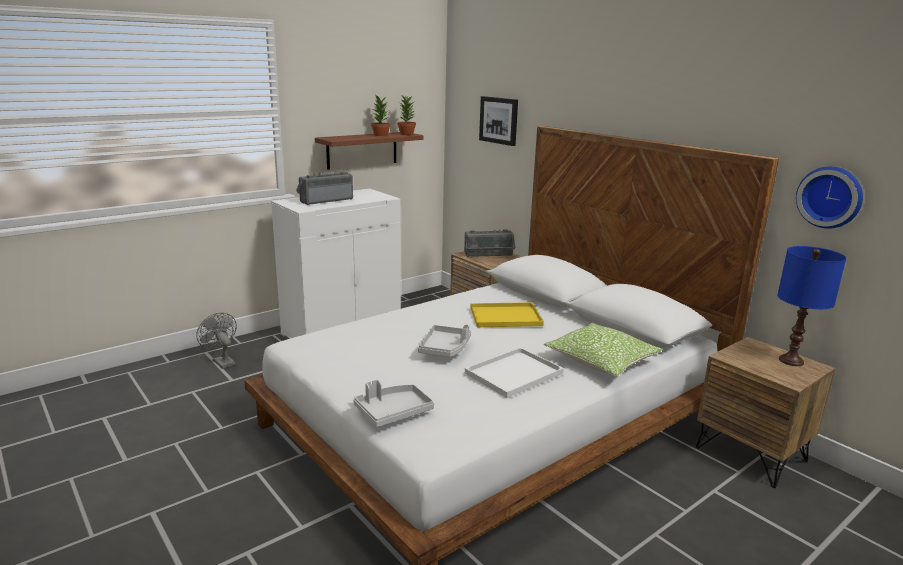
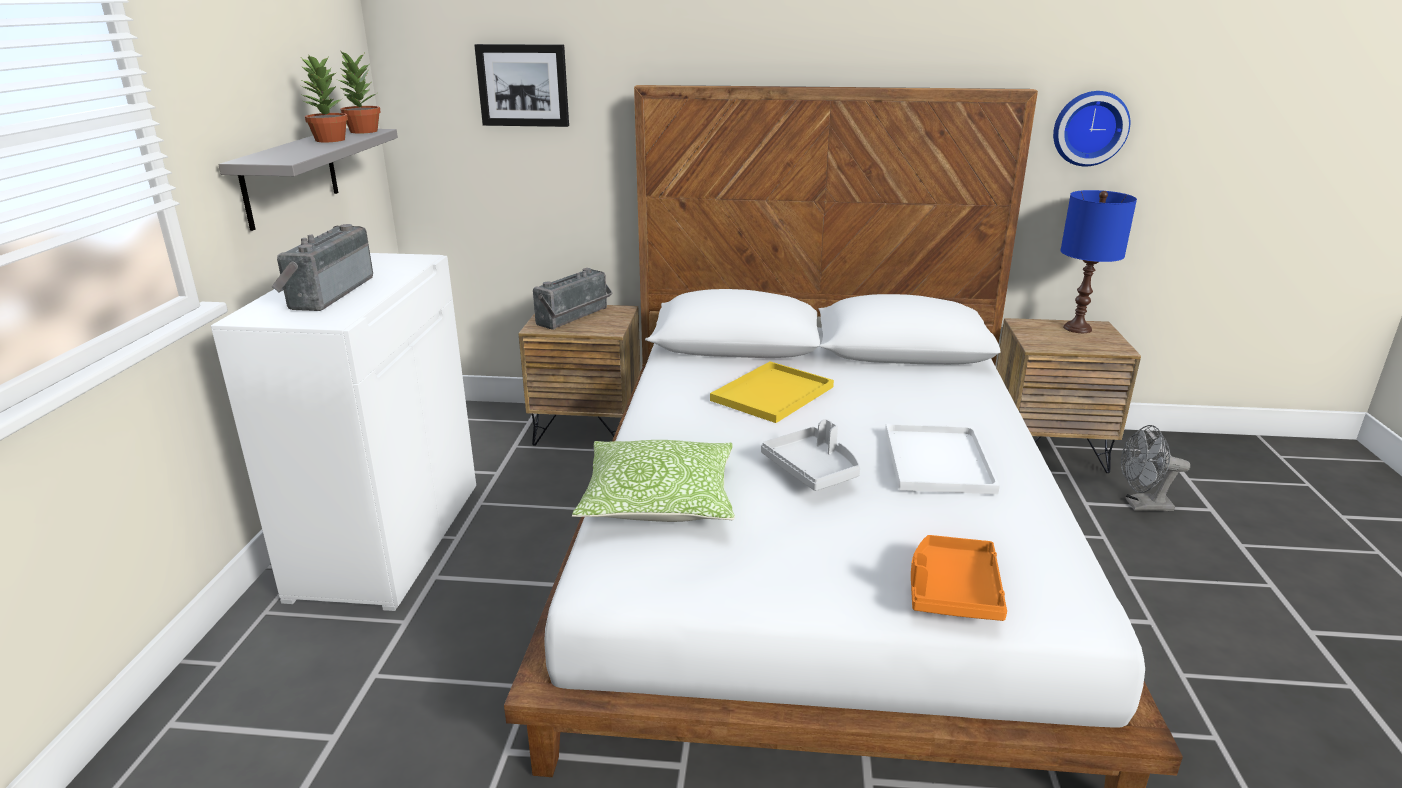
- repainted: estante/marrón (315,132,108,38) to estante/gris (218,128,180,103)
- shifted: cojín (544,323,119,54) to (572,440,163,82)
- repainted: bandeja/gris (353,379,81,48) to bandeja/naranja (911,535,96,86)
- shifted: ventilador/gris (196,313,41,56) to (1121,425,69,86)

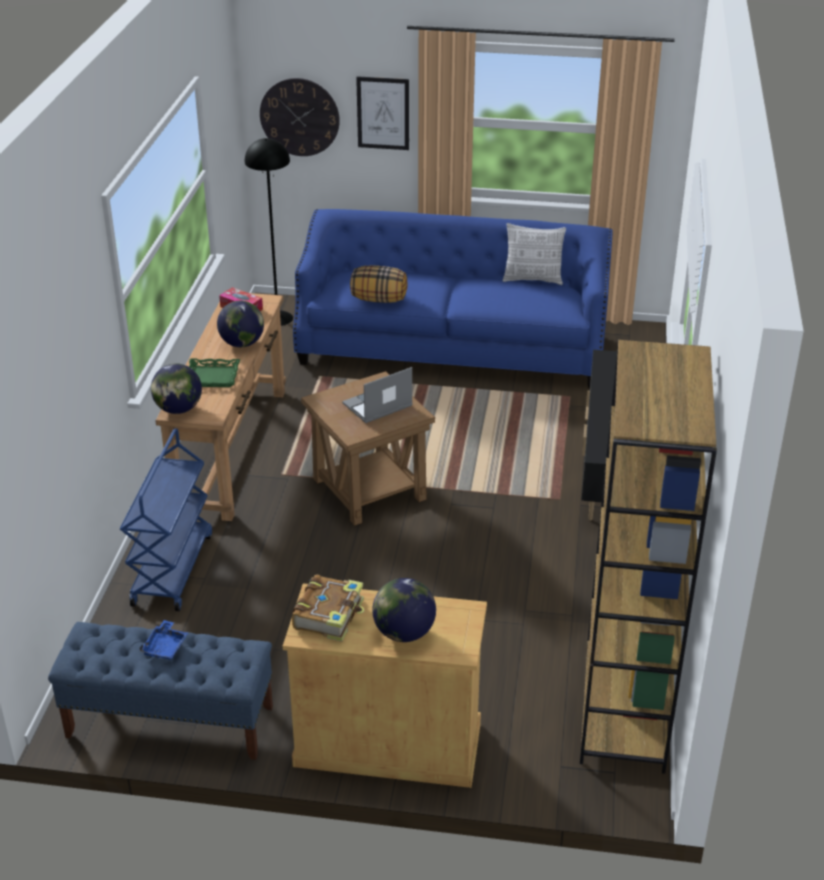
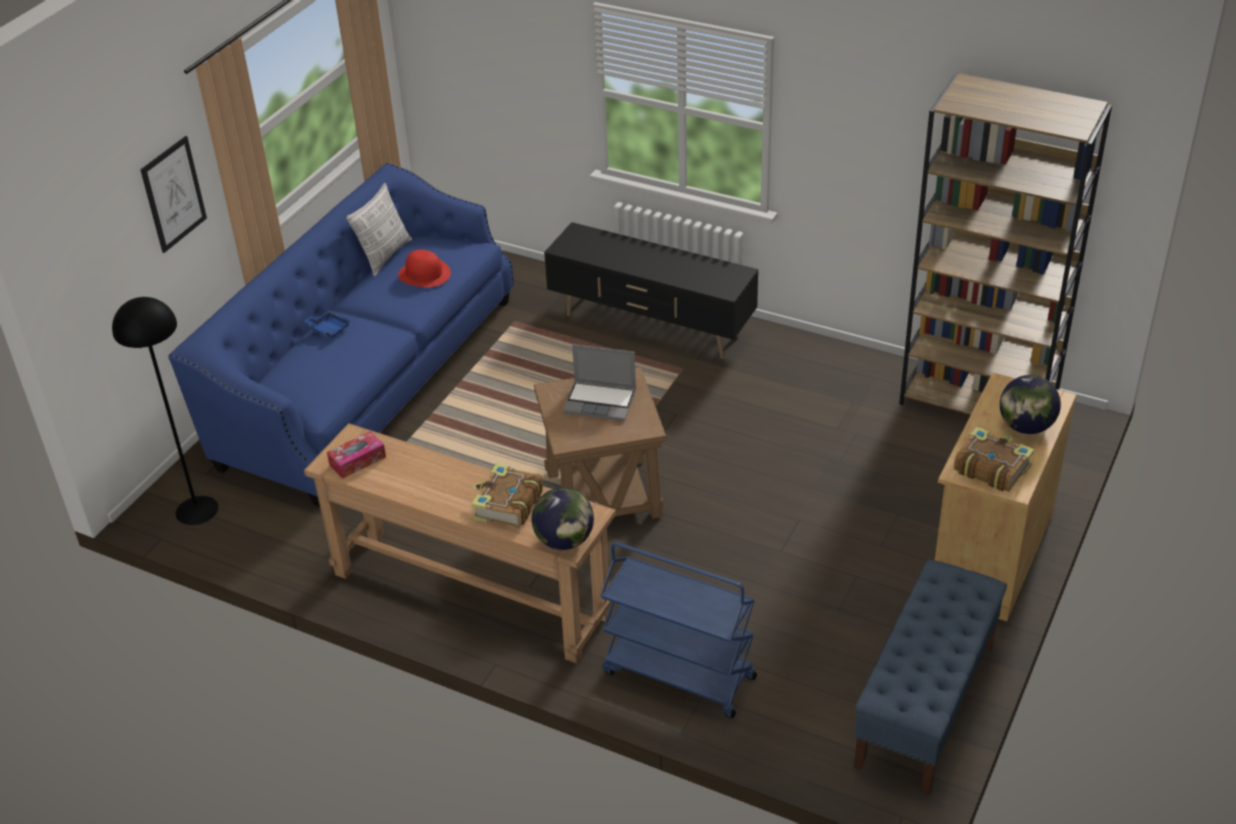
- shifted: bandeja/azul (139,620,49,40) to (304,310,47,28)
- new: sombrero/rojo (398,250,53,37)
- swapped: bandeja/verde (189,358,51,29) to libro (471,463,72,65)
- rotated: portátil (342,367,71,56) = (563,344,73,77) 60 degrees counterclockwise
- gone: globo terráqueo (217,301,47,46)
- gone: reloj de pared (260,78,80,78)
- gone: cojín (350,265,58,38)

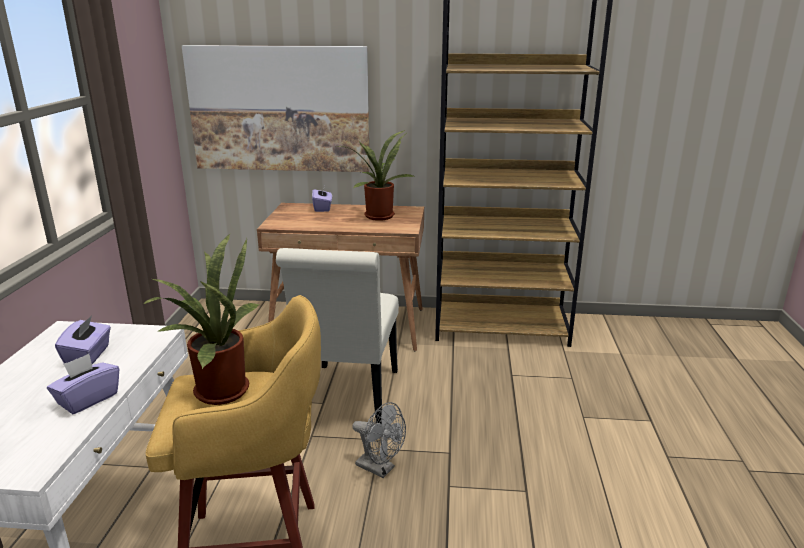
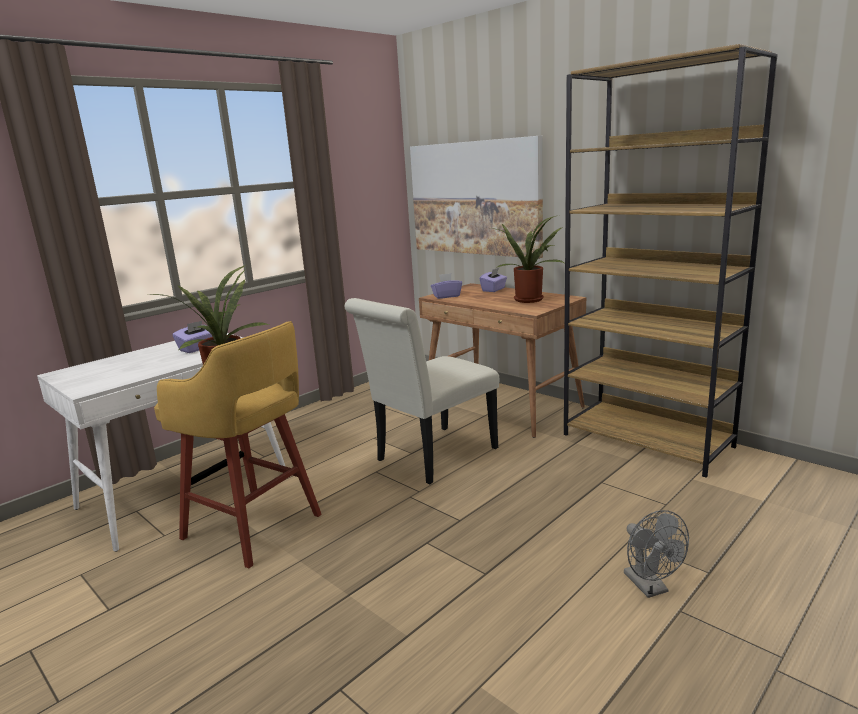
- shifted: caja de pañuelos/morado (47,354,72,60) to (431,273,31,26)
- shifted: ventilador/gris (352,402,54,76) to (624,510,65,88)

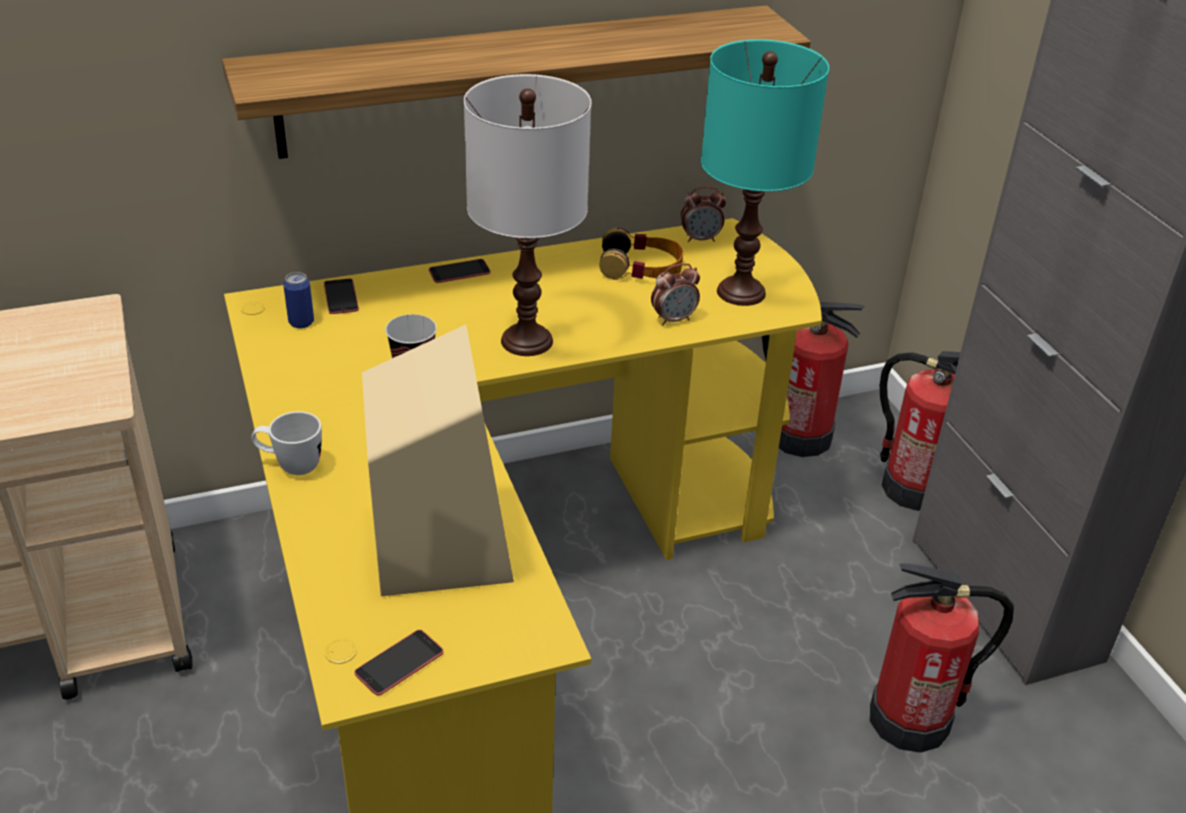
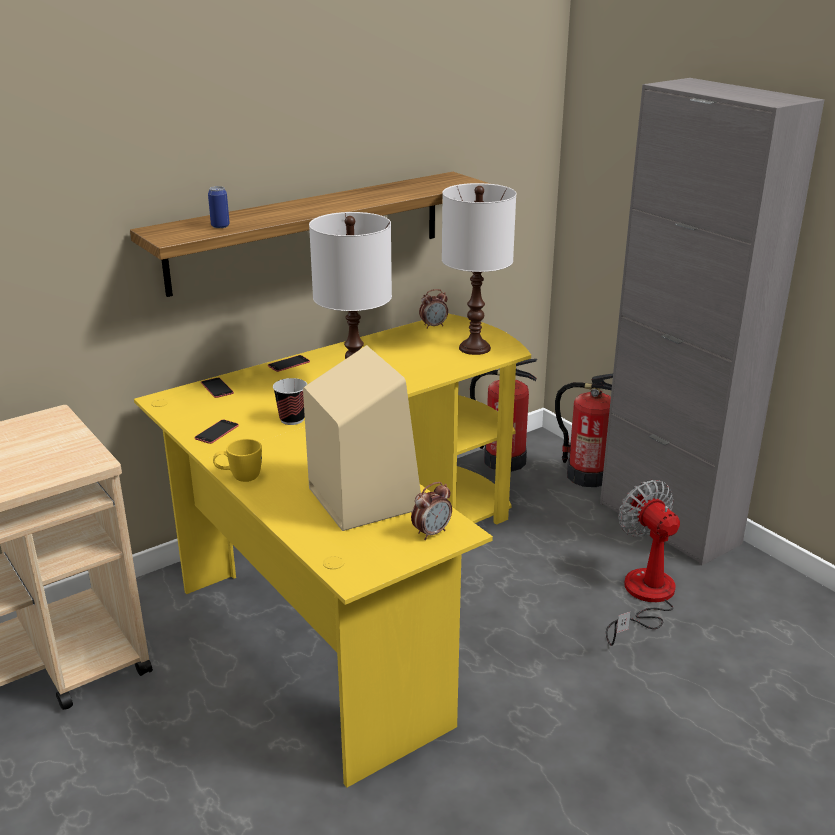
- shifted: móvil (354,630,90,65) to (194,420,45,24)
- shifted: lata (283,272,31,56) to (208,186,22,42)
- repainted: taza grande/blanco (251,411,71,64) to taza grande/amarillo (213,439,49,43)
- shifted: despertador (651,263,49,63) to (411,482,41,58)
- repainted: lámpara de mesa/turquesa (701,39,128,267) to lámpara de mesa/blanco (442,183,74,172)
- swapped: extintor (870,563,144,190) to ventilador (606,480,74,166)
- gone: auriculares (599,228,85,52)

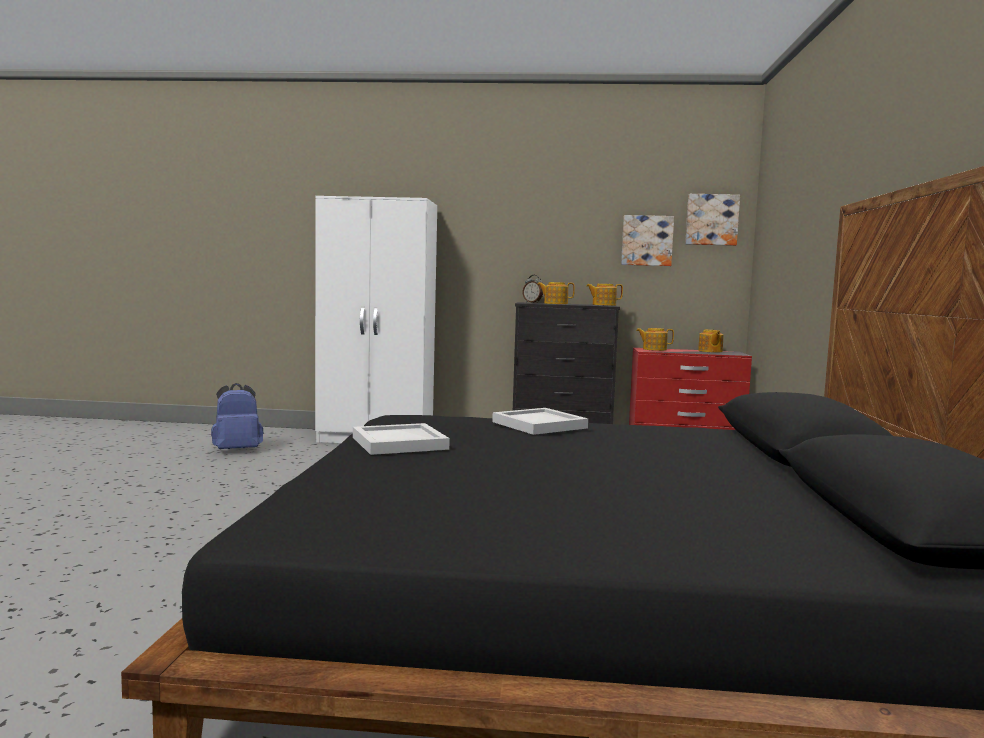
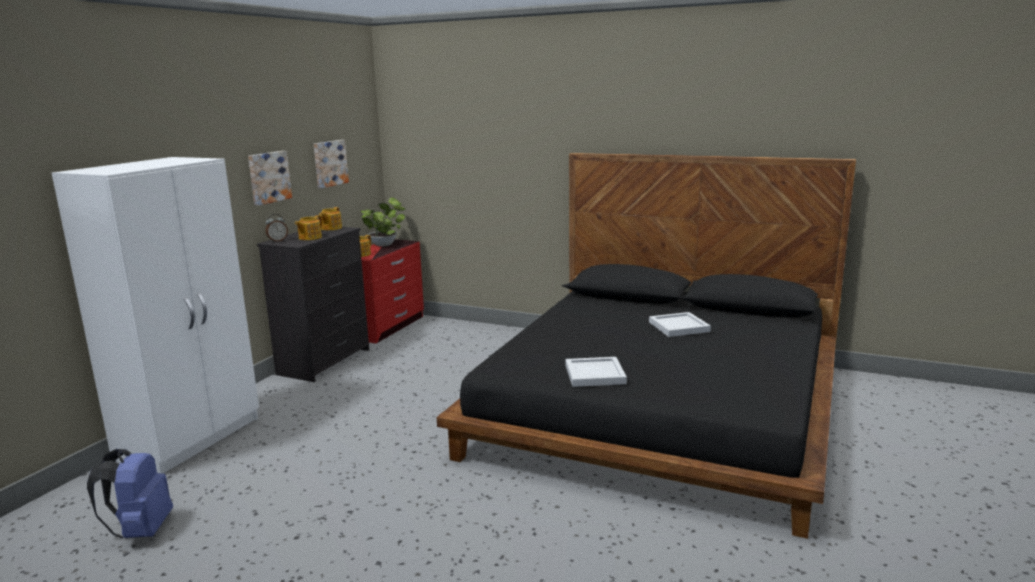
- shifted: cuadro (685,194,55,52) to (248,151,44,55)
- swapped: tetera (698,329,25,23) to planta en maceta (360,198,45,49)
- shifted: bandeja/blanco (492,408,96,27) to (649,312,62,25)

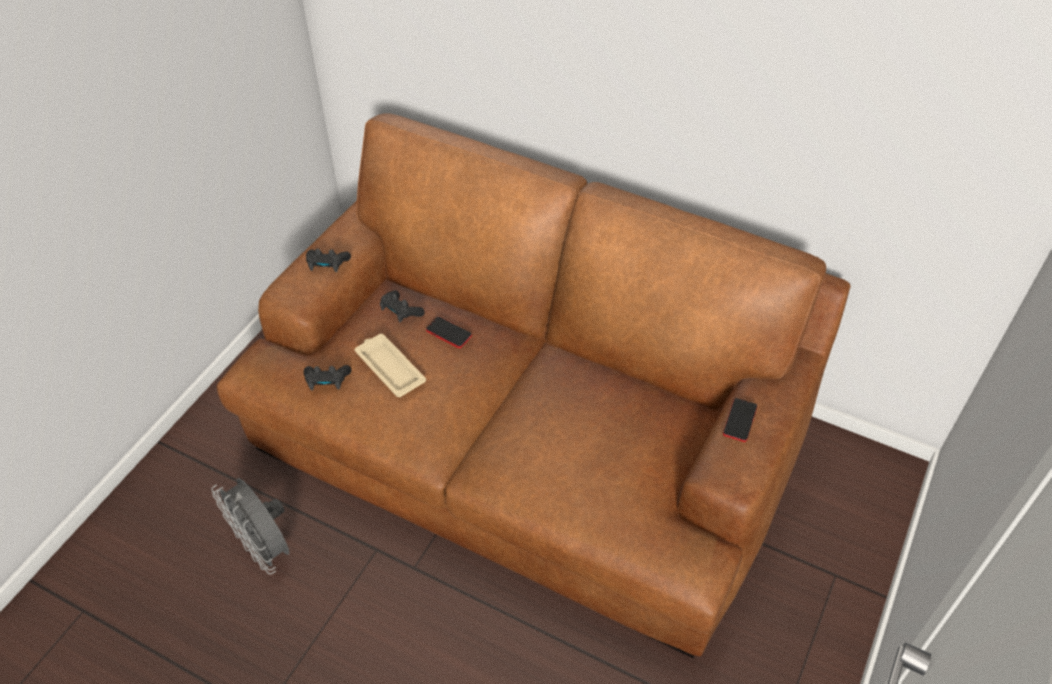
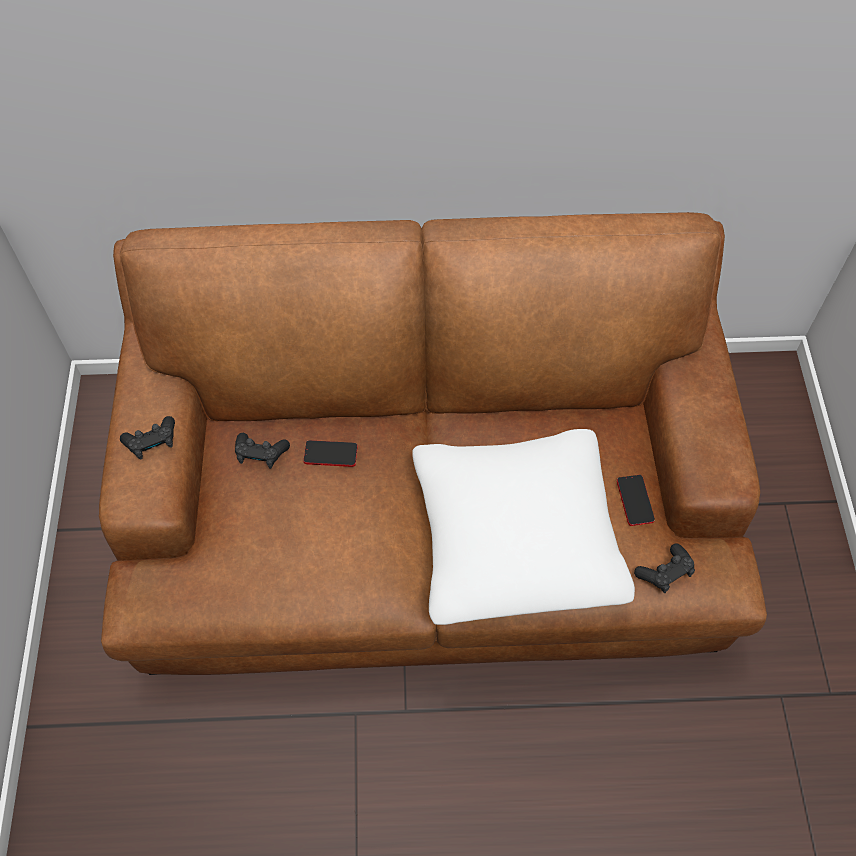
- new: cojín/blanco (412,429,223,196)
- shifted: móvil (723,398,34,44) to (617,475,38,51)
- shifted: mando de consola/negro (304,365,47,25) to (634,544,61,49)
- gone: ventilador/gris (211,478,79,96)
- gone: bandeja/beis (355,334,71,63)

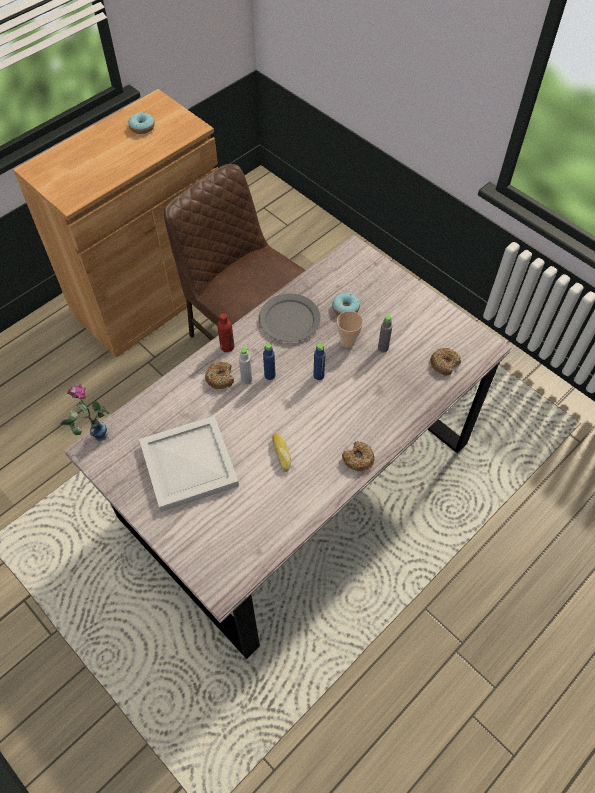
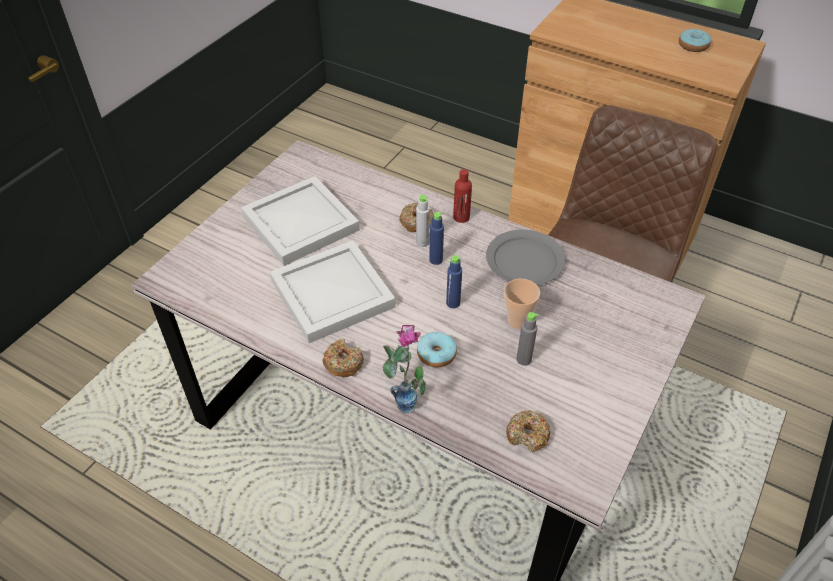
- swapped: pan (272,433,19,39) to bandeja/blanco (270,240,126,103)
- shifted: florero (60,384,49,57) to (383,324,43,89)
- shifted: rosquilla (332,292,28,23) to (417,332,40,36)

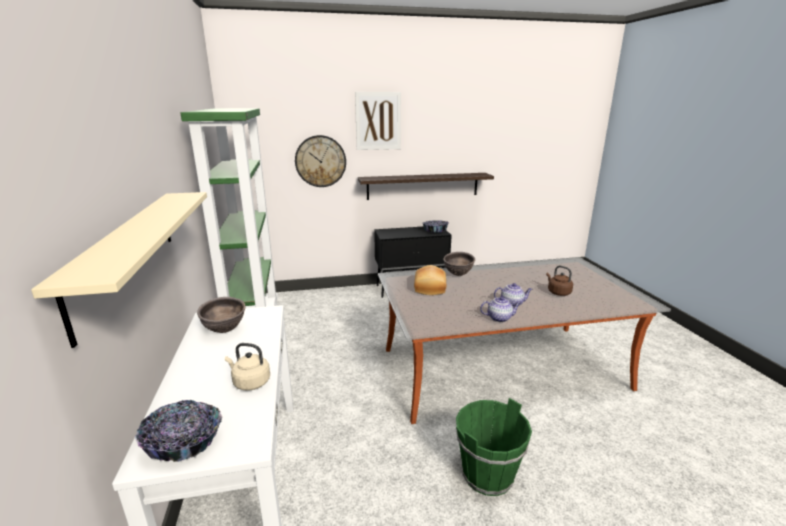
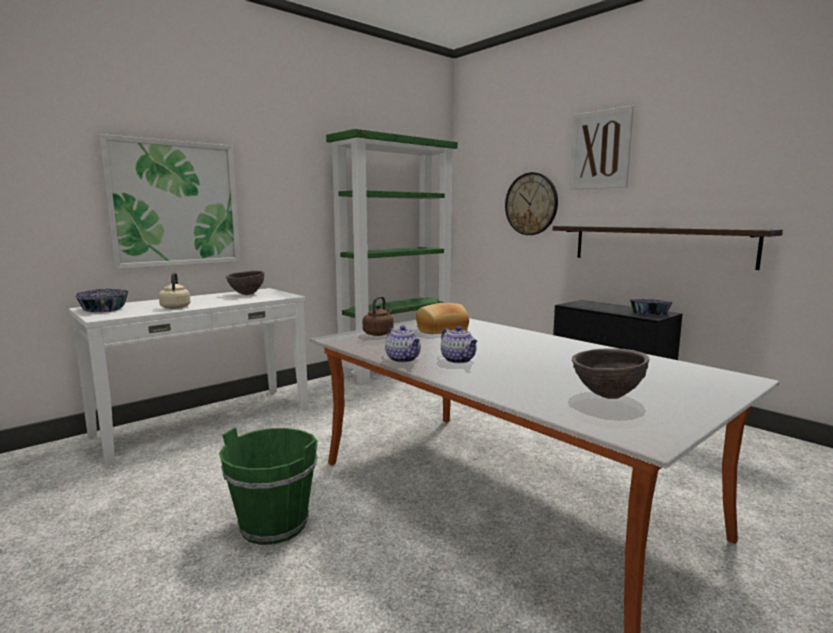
- swapped: estante/beis (31,192,176,156) to cuadro (99,134,141,135)
- shifted: hervidor/marrón (546,266,27,30) to (363,296,30,40)
- shifted: cuenco/marrón (443,252,32,24) to (572,348,78,51)

